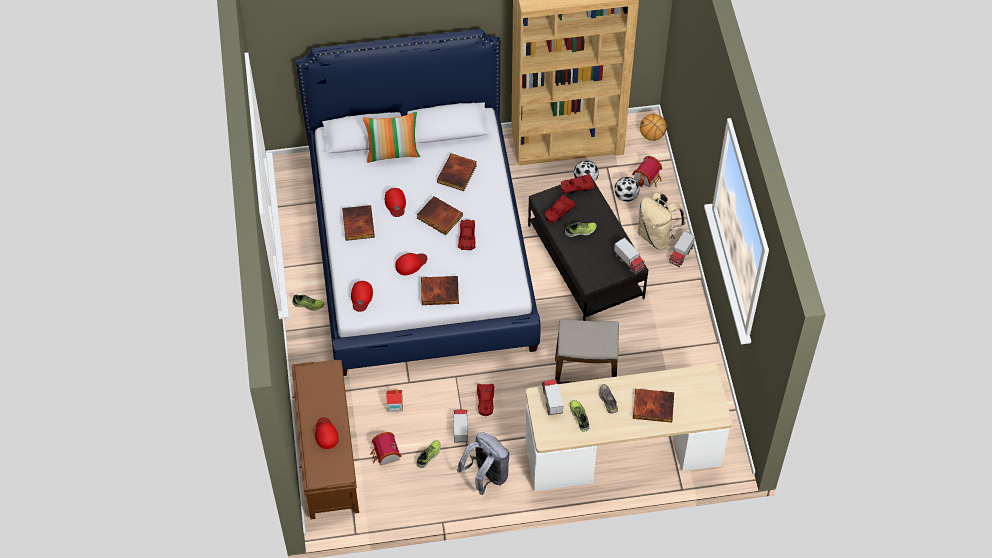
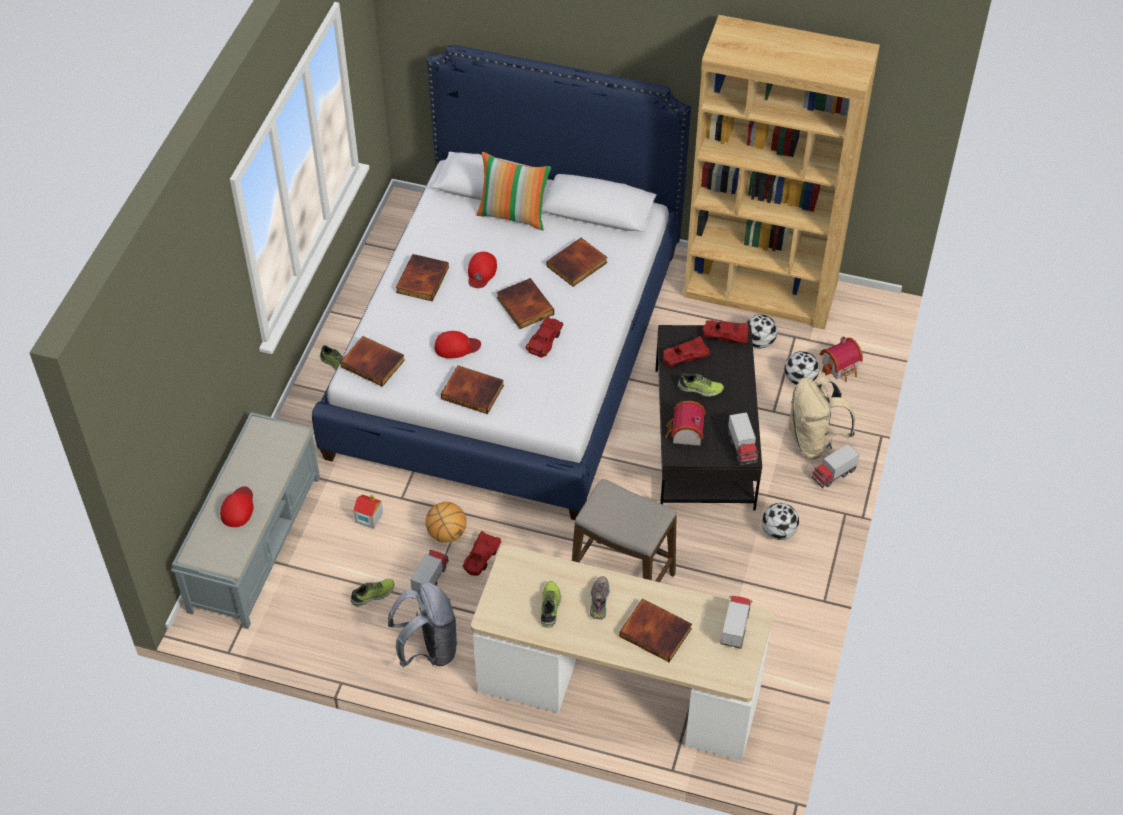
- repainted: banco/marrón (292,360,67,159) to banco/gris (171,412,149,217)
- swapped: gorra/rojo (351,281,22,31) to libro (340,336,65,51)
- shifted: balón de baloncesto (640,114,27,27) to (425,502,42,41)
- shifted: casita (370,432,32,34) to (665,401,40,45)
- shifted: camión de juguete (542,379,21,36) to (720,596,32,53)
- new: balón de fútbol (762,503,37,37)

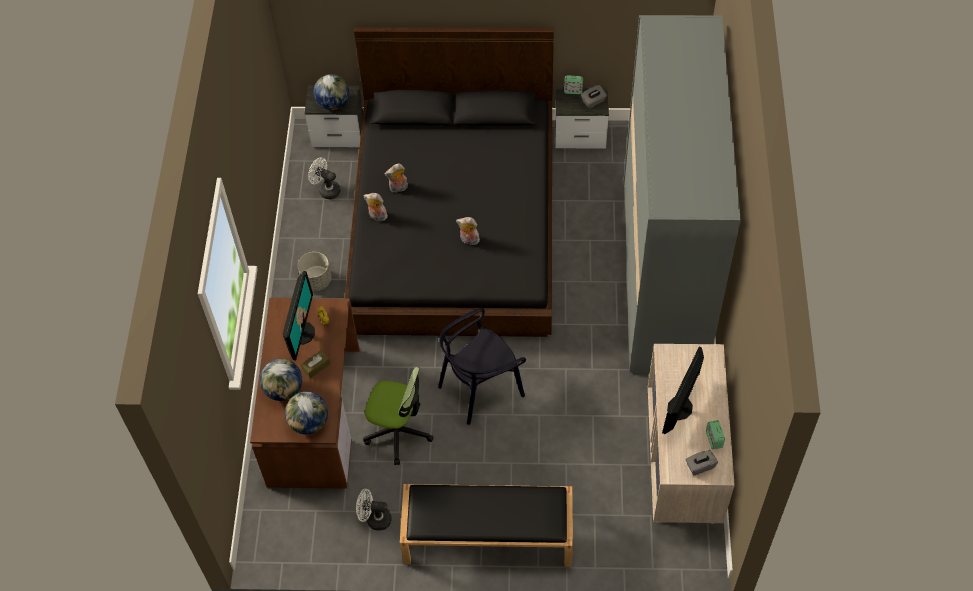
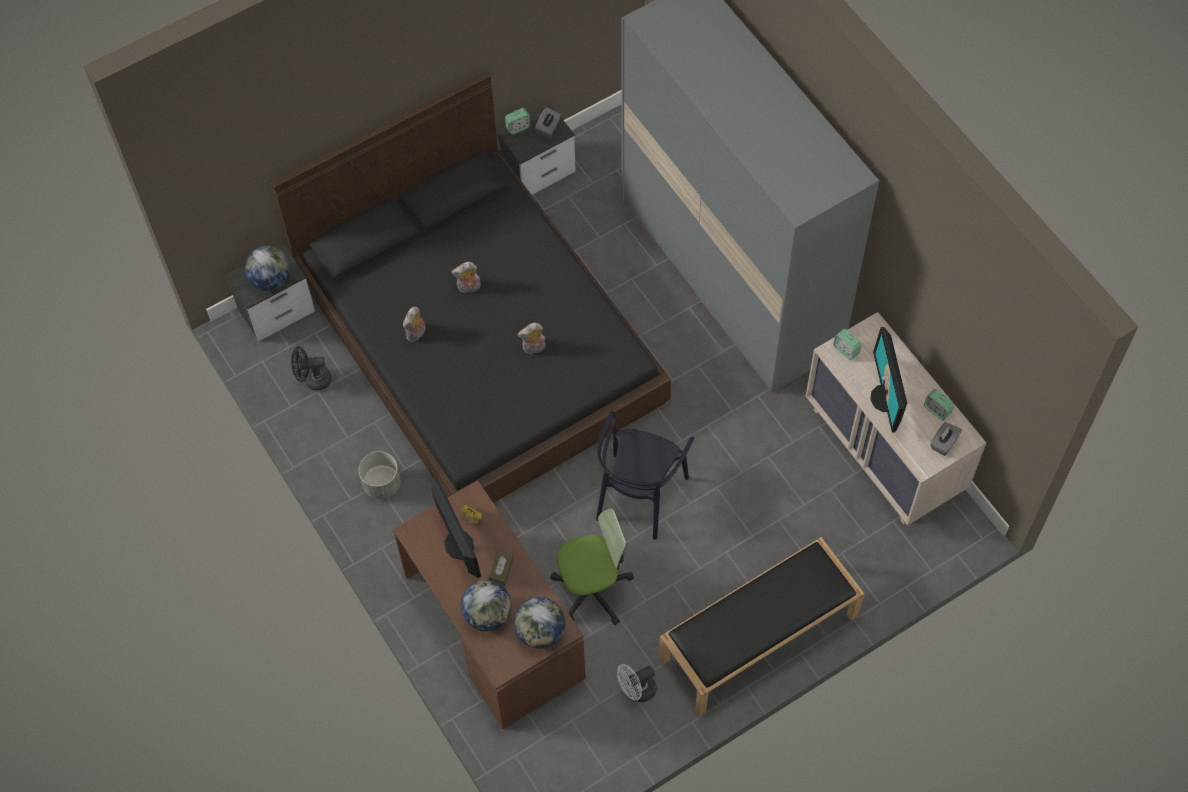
- repainted: ventilador/blanco (308,157,33,43) to ventilador/negro (291,346,40,45)
- shifted: peluche (363,193,25,28) to (451,262,30,31)
- new: despertador (833,329,29,31)

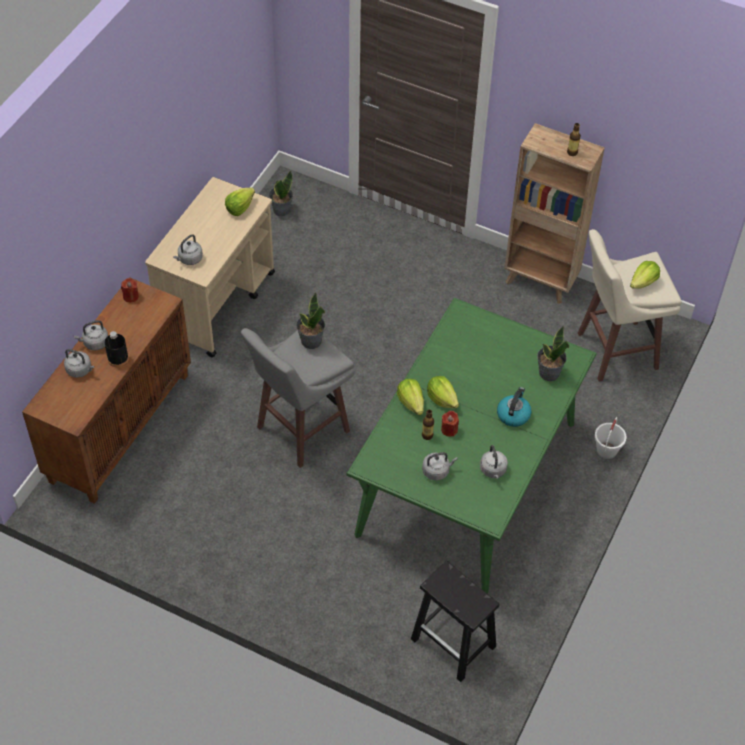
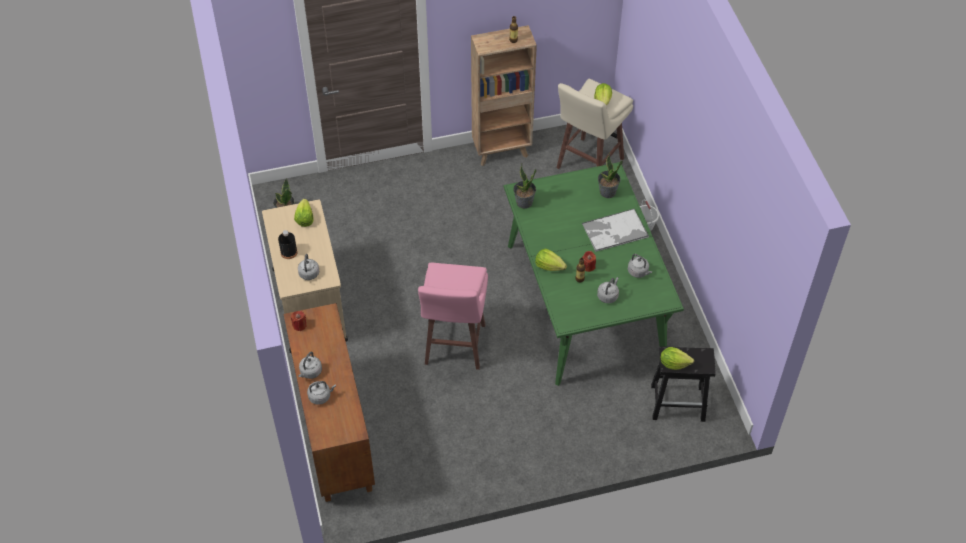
- shifted: botella/negro (104,331,25,36) to (278,230,20,29)
- repainted: taburete/gris (241,328,114,140) to taburete/rosa (418,263,70,107)
- shifted: planta en maceta (296,292,29,57) to (513,163,24,46)
- swapped: hervidor (497,387,35,40) to bandeja (582,208,67,44)
- shifted: lechuga (427,376,32,33) to (660,347,34,23)

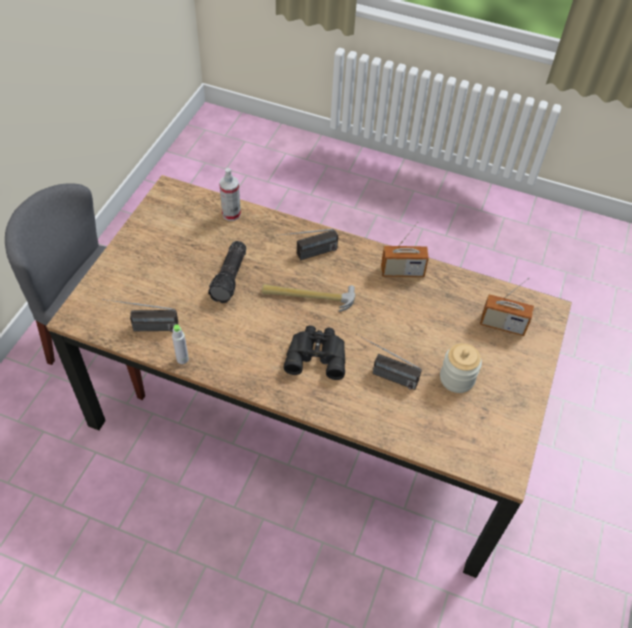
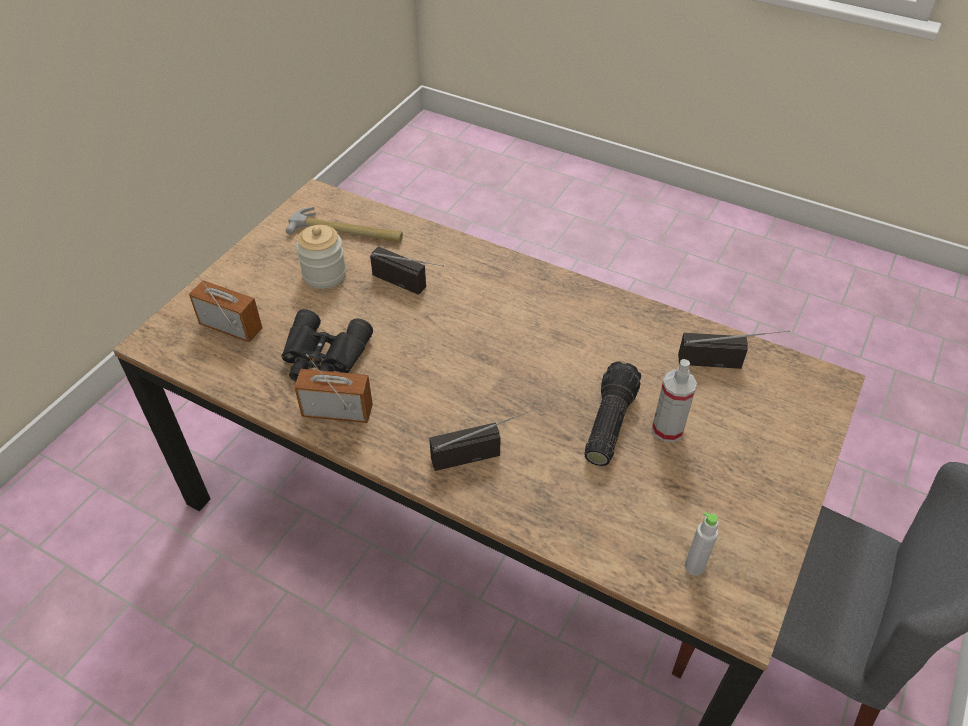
- shifted: prismáticos/negro (284,325,61,55) to (281,309,92,72)
- shifted: martillo (262,284,94,28) to (286,207,117,36)
- shifted: pulverizador (219,168,22,53) to (652,359,45,83)
- shifted: botella/gris (172,324,17,40) to (685,512,34,63)

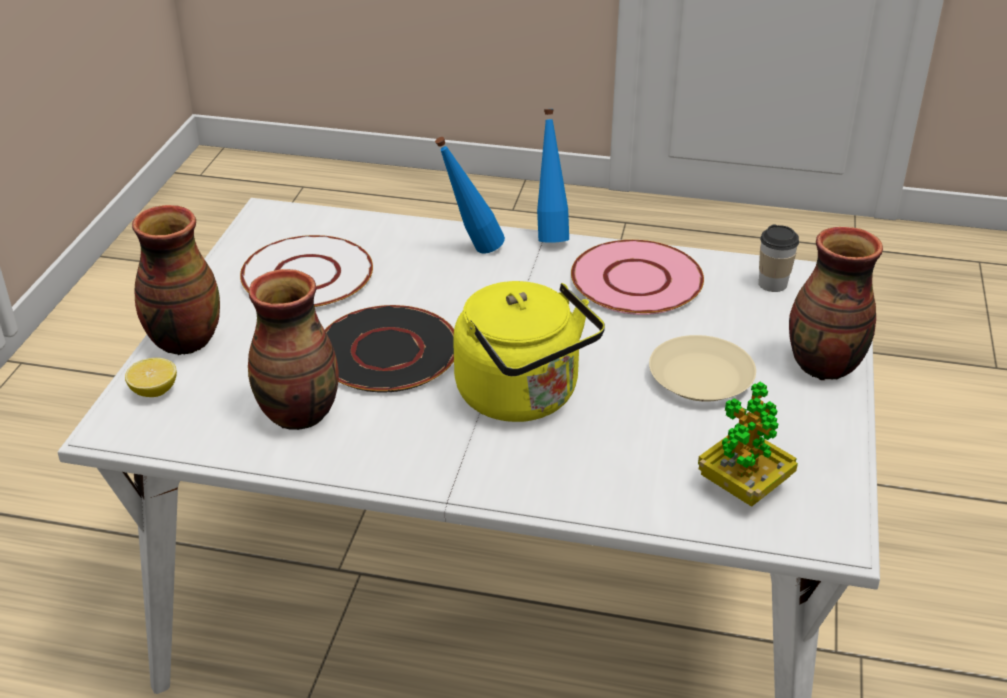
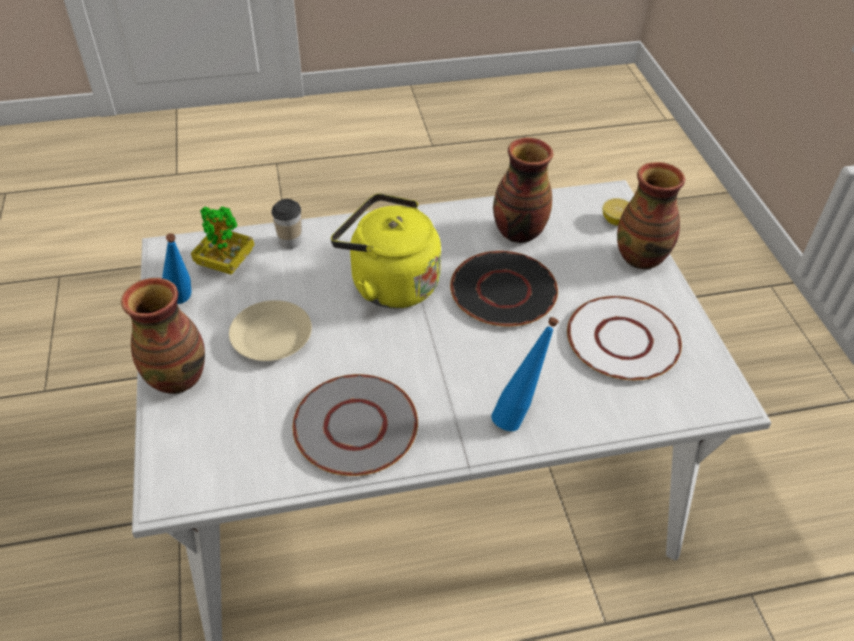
- shifted: botella/azul (537,109,32,134) to (162,233,29,71)
- shifted: taza (759,225,40,67) to (271,199,30,50)
- repainted: plato/rosa (571,240,133,75) to plato/gris (293,374,125,102)

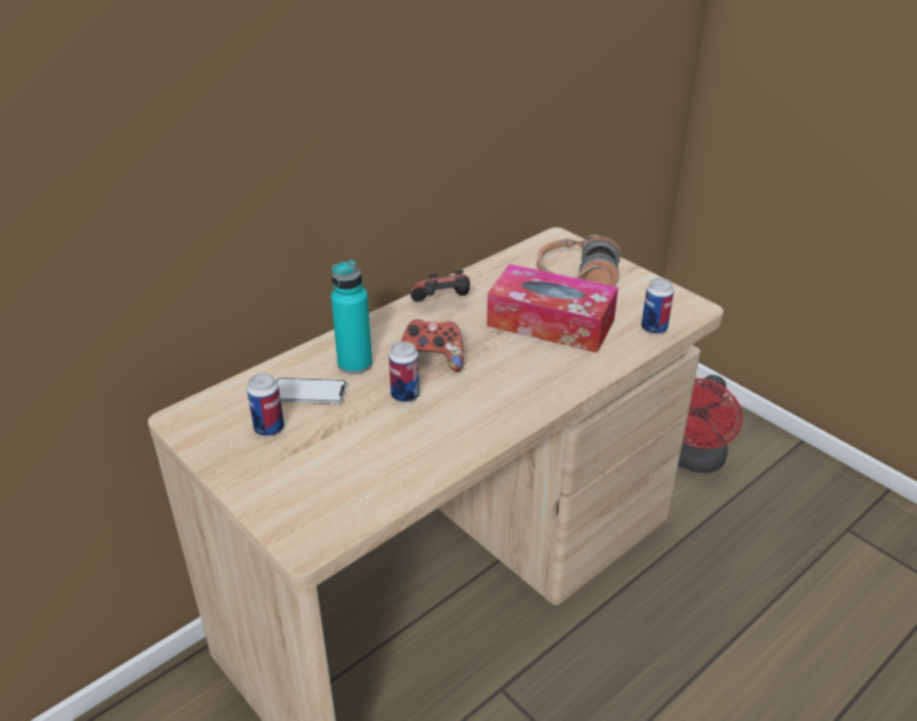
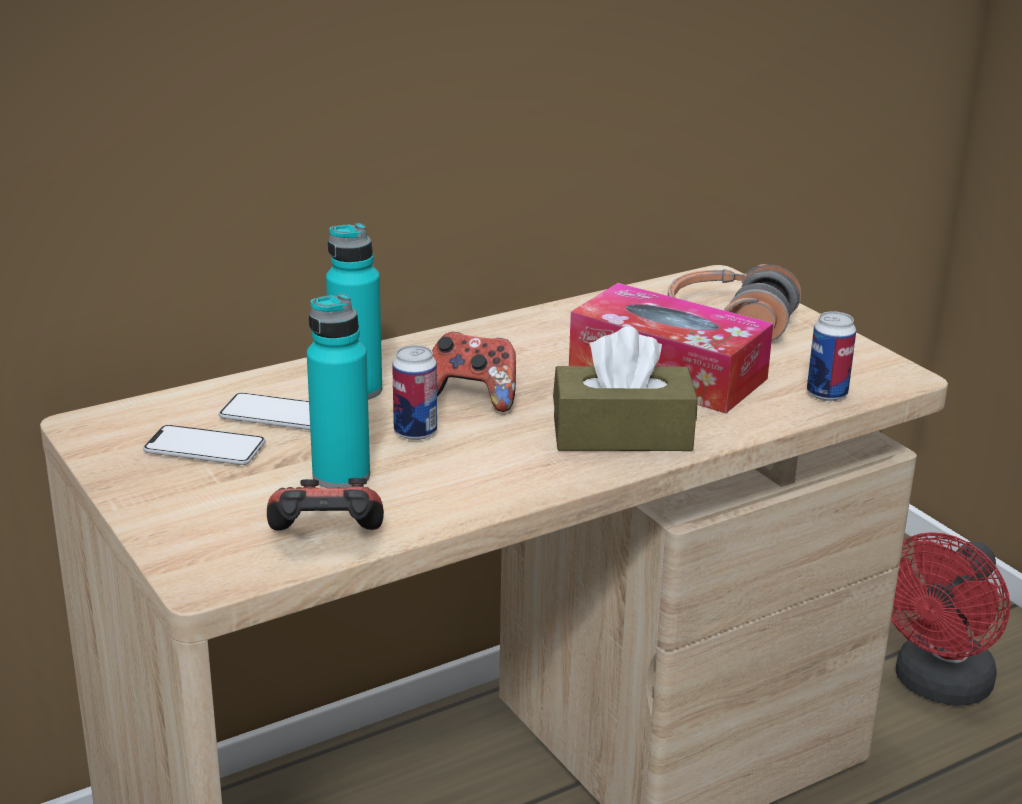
- swapped: lata (247,373,37,63) to móvil (143,425,123,40)
- shifted: mando de consola (411,270,59,31) to (267,478,117,53)
- new: botella/turquesa (307,293,63,195)
- new: caja de pañuelos/marrón (553,327,145,124)

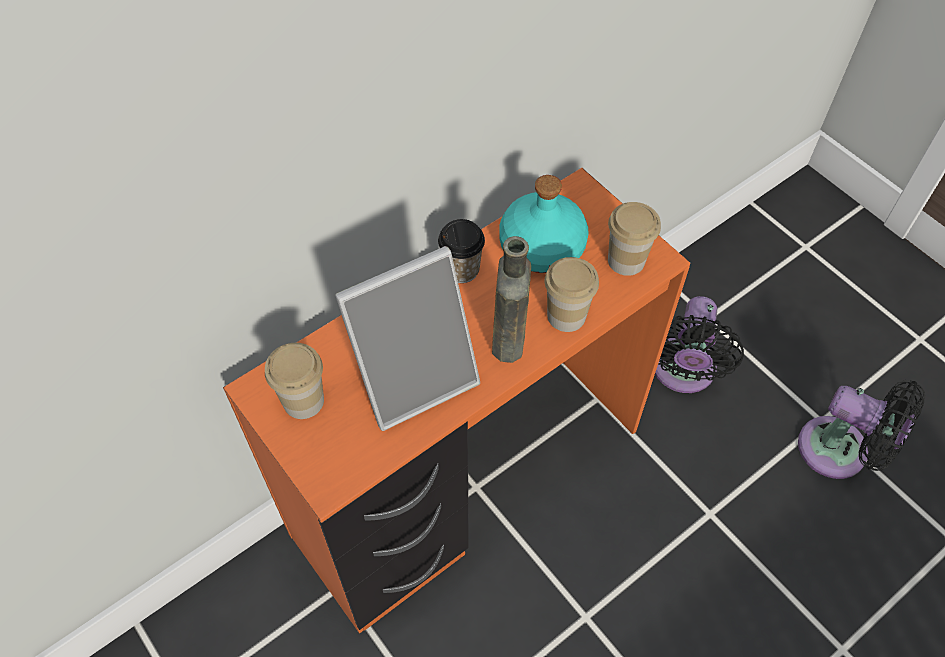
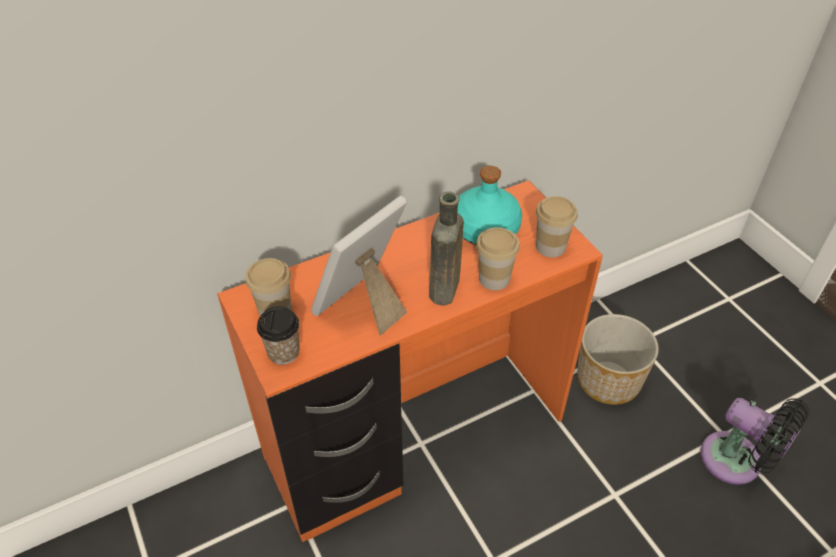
- shifted: taza (438,219,47,64) to (257,306,42,59)
- rotated: portarretratos (335,246,145,185) = (311,196,96,140) 150 degrees clockwise
- swapped: ventilador/negro (655,296,89,97) to maceta (577,314,82,91)

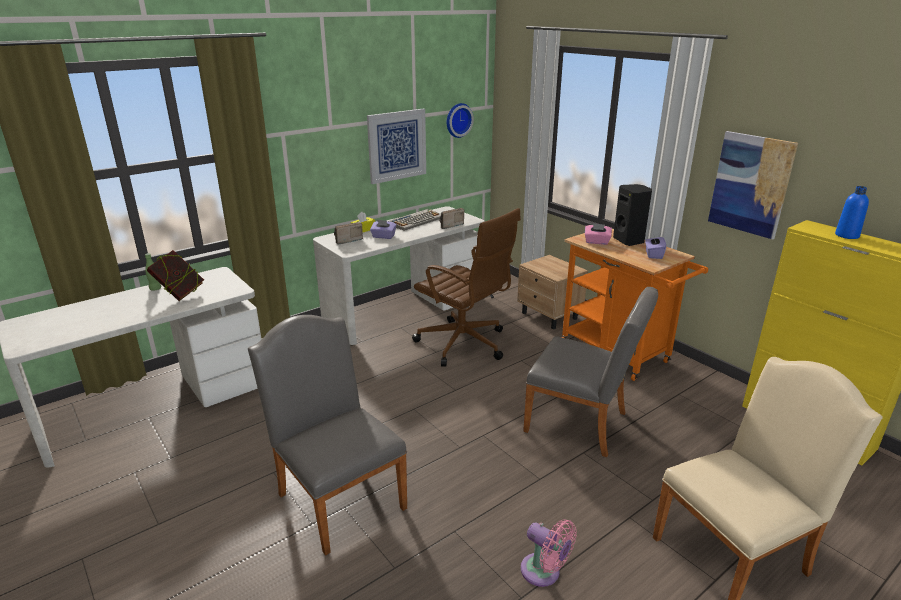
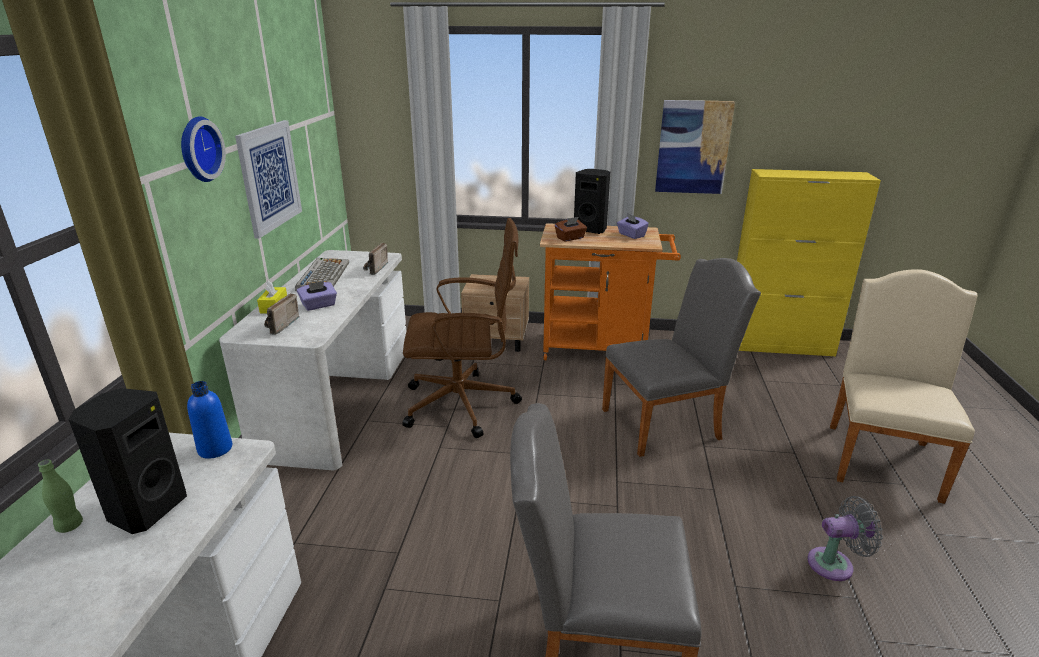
- swapped: libro (147,250,57,51) to altavoz/negro (68,388,119,146)
- shifted: reloj de pared (447,103,27,35) to (181,116,45,66)
- shifted: botella/azul (835,186,34,53) to (187,381,45,78)
- repainted: caja de pañuelos/rosa (585,223,27,22) to caja de pañuelos/marrón (555,217,32,25)
- repainted: ventilador/rosa (521,519,55,68) to ventilador/gris (808,496,75,85)

